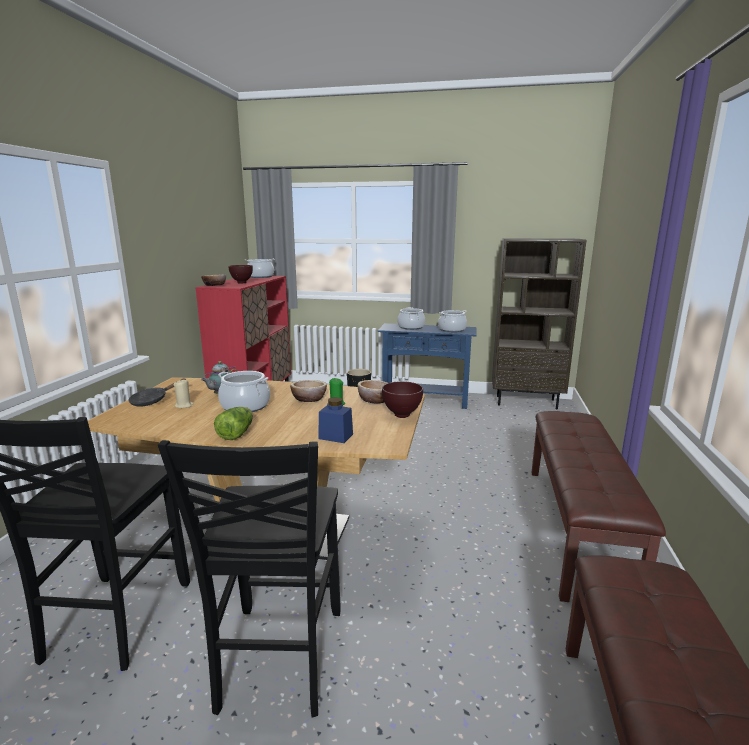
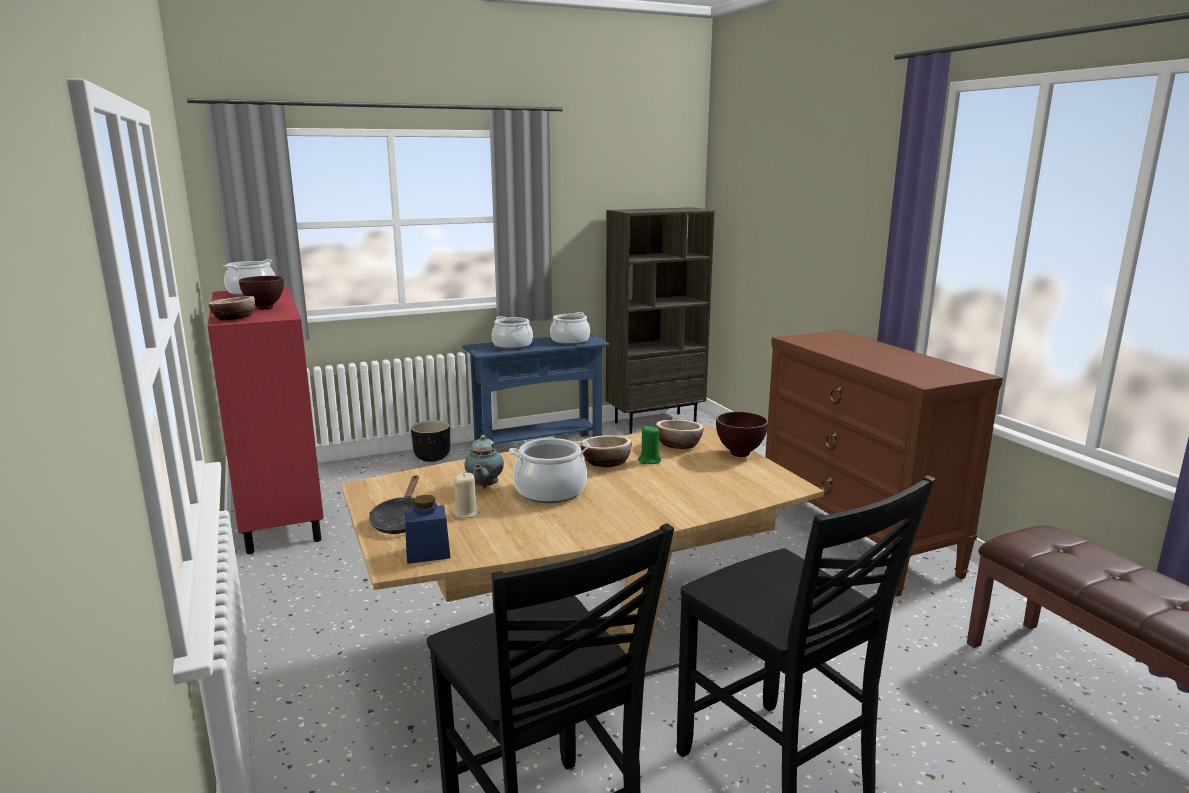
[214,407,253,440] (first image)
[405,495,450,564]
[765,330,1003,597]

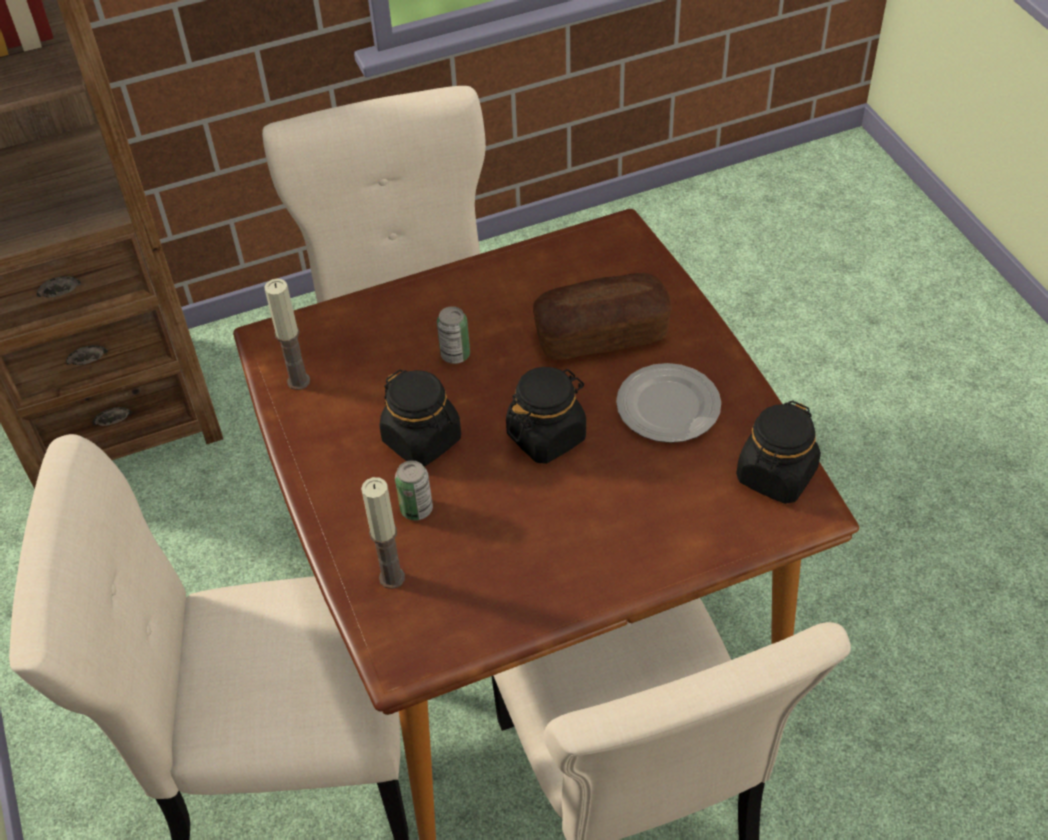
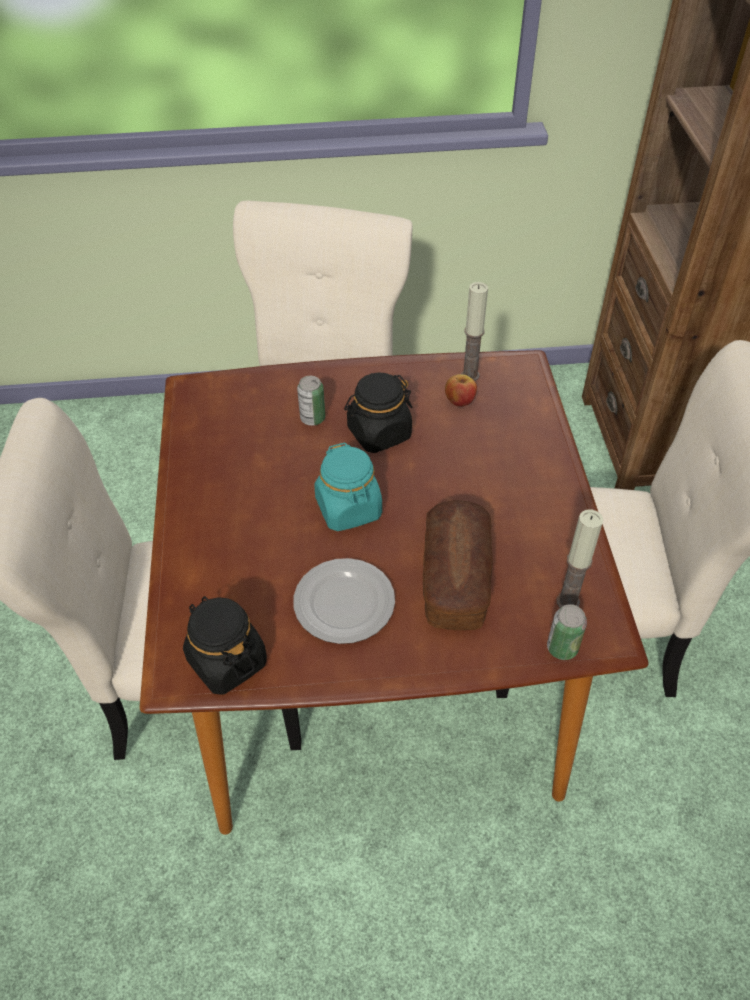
[445,374,477,407]
[557,510,604,608]
[547,604,587,660]
[314,442,382,531]

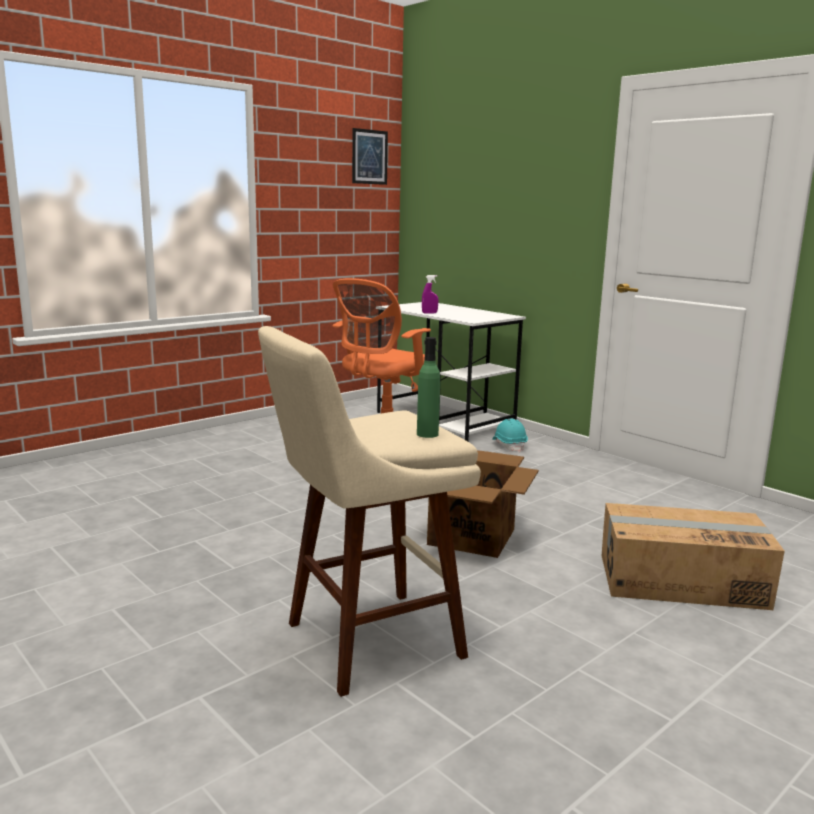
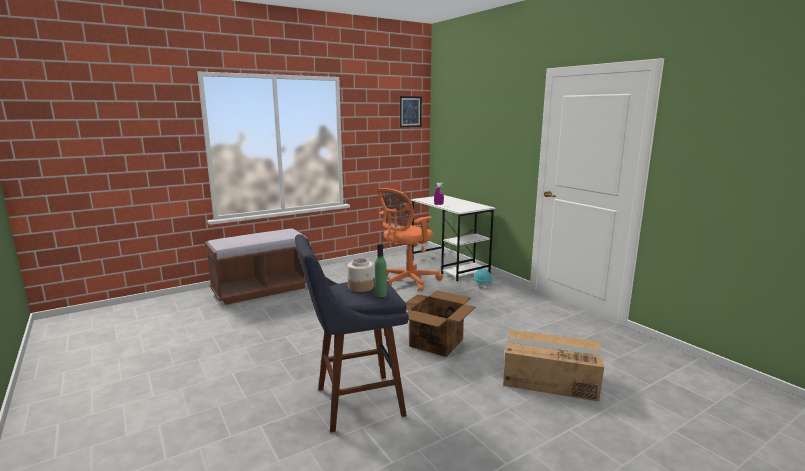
[205,229,309,305]
[347,258,374,292]
[295,234,409,432]

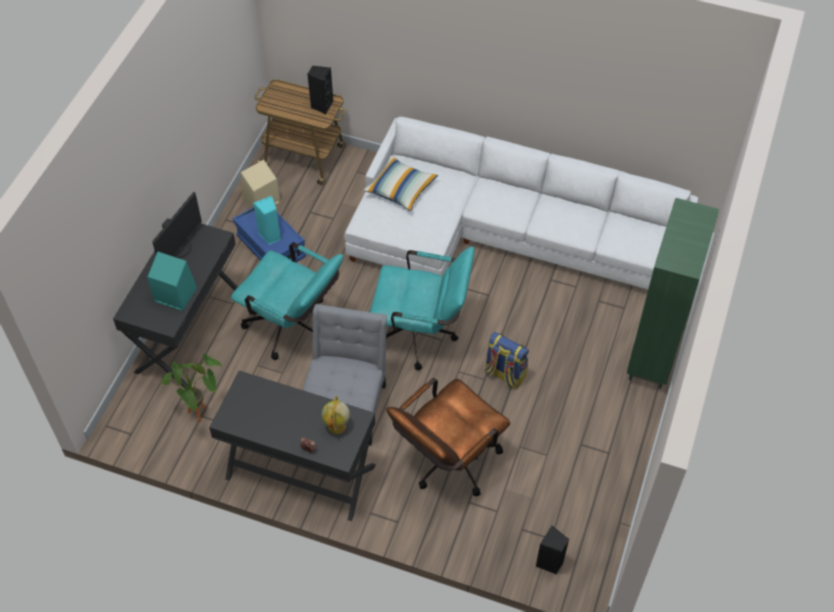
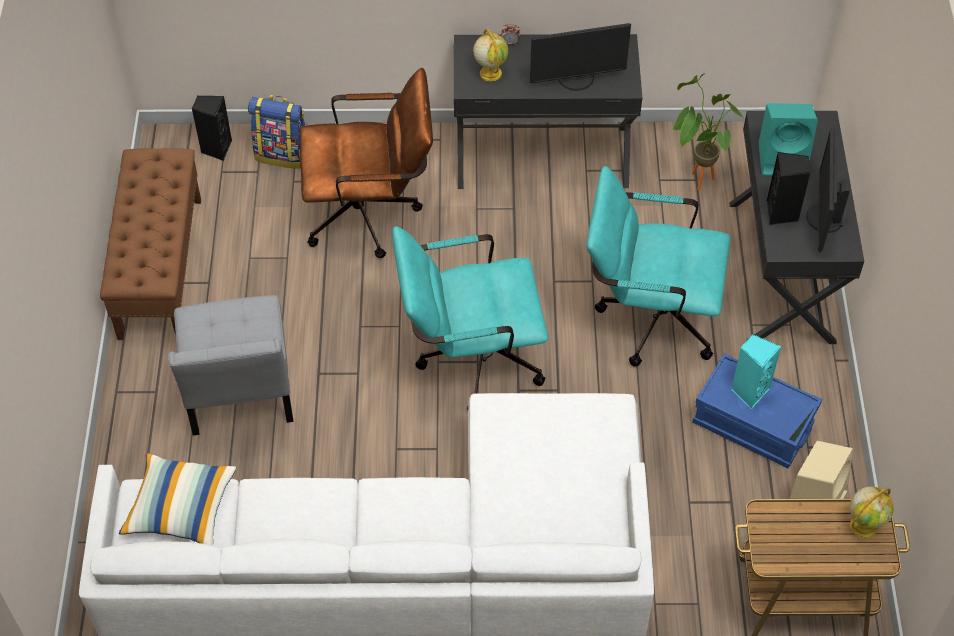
[627,198,719,389] (first image)
[100,148,201,340]
[530,23,631,91]
[850,486,894,538]
[168,295,293,436]
[767,152,811,225]
[119,453,236,545]
[248,95,305,169]
[299,68,433,258]

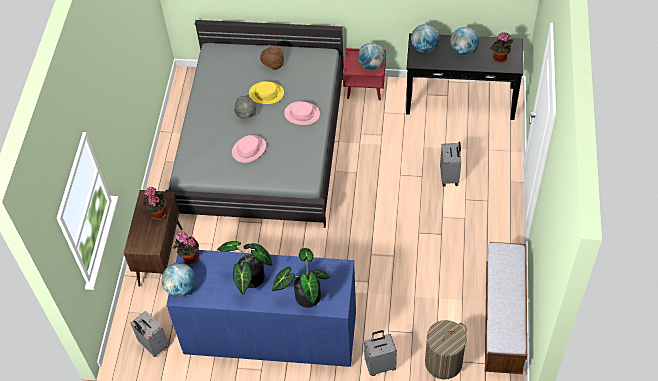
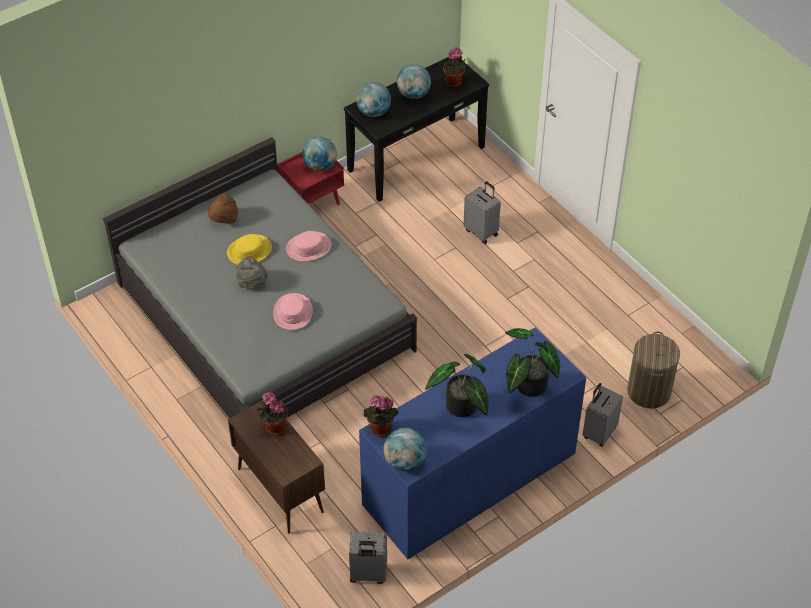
[485,242,528,374] (first image)

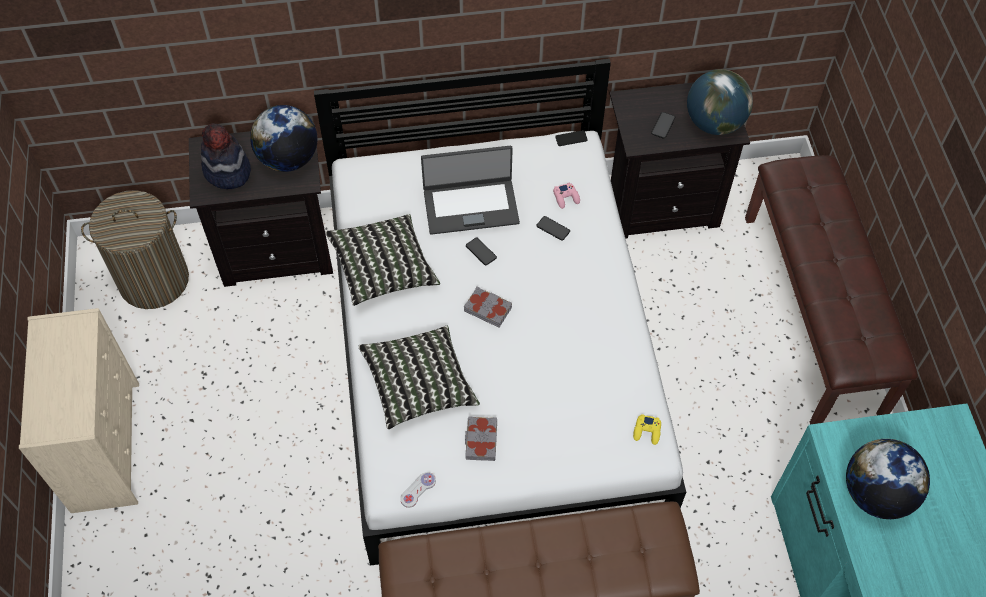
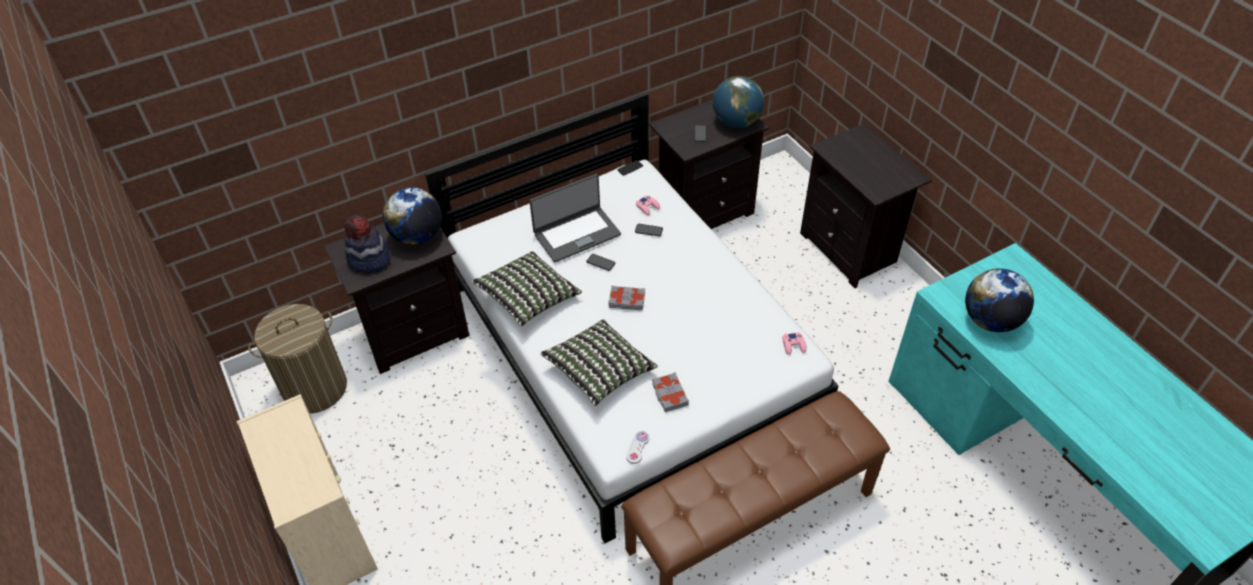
[800,123,932,288]
[782,332,807,355]

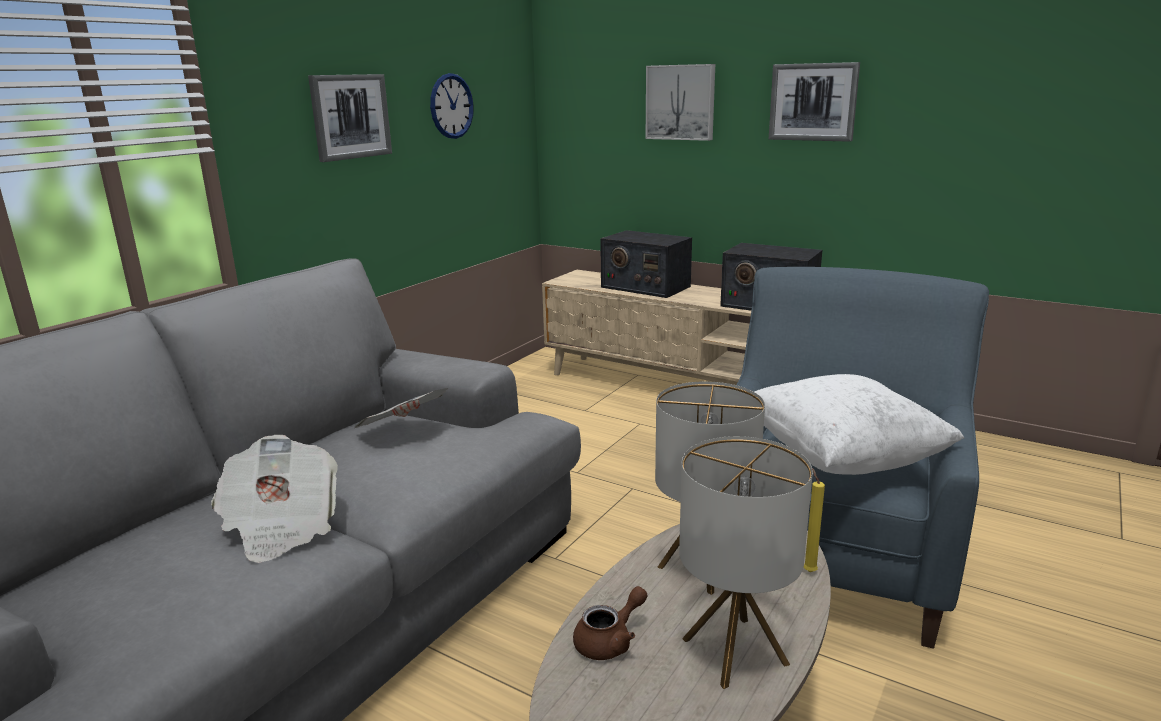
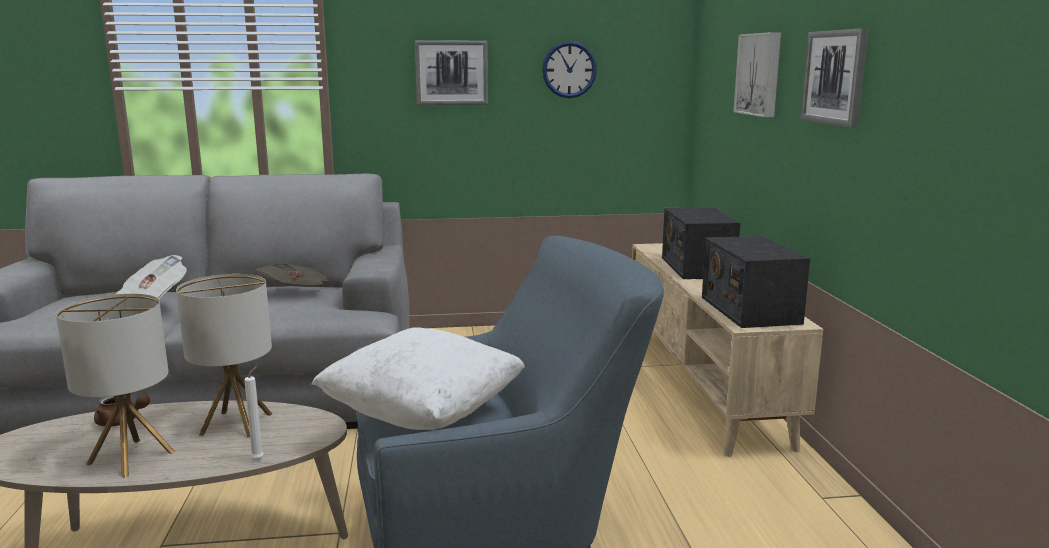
[244,366,264,460]

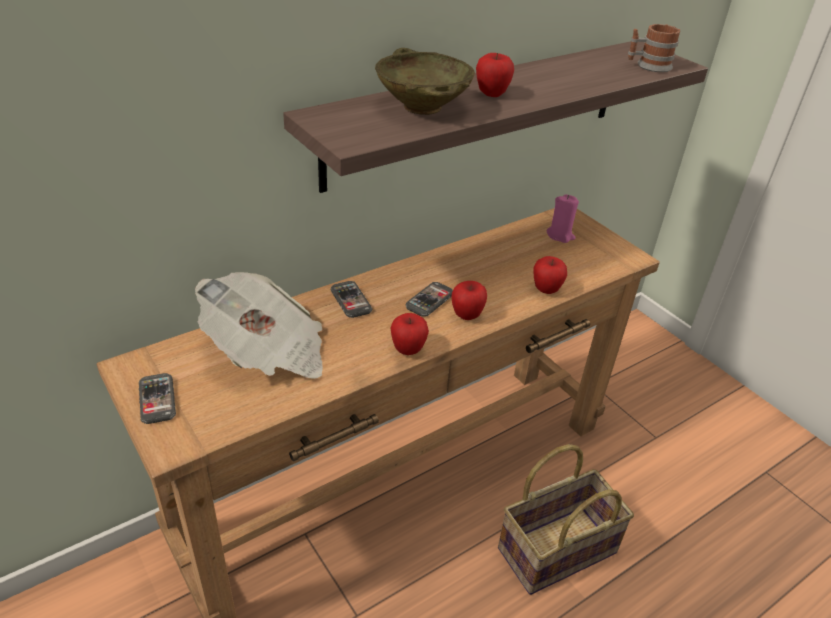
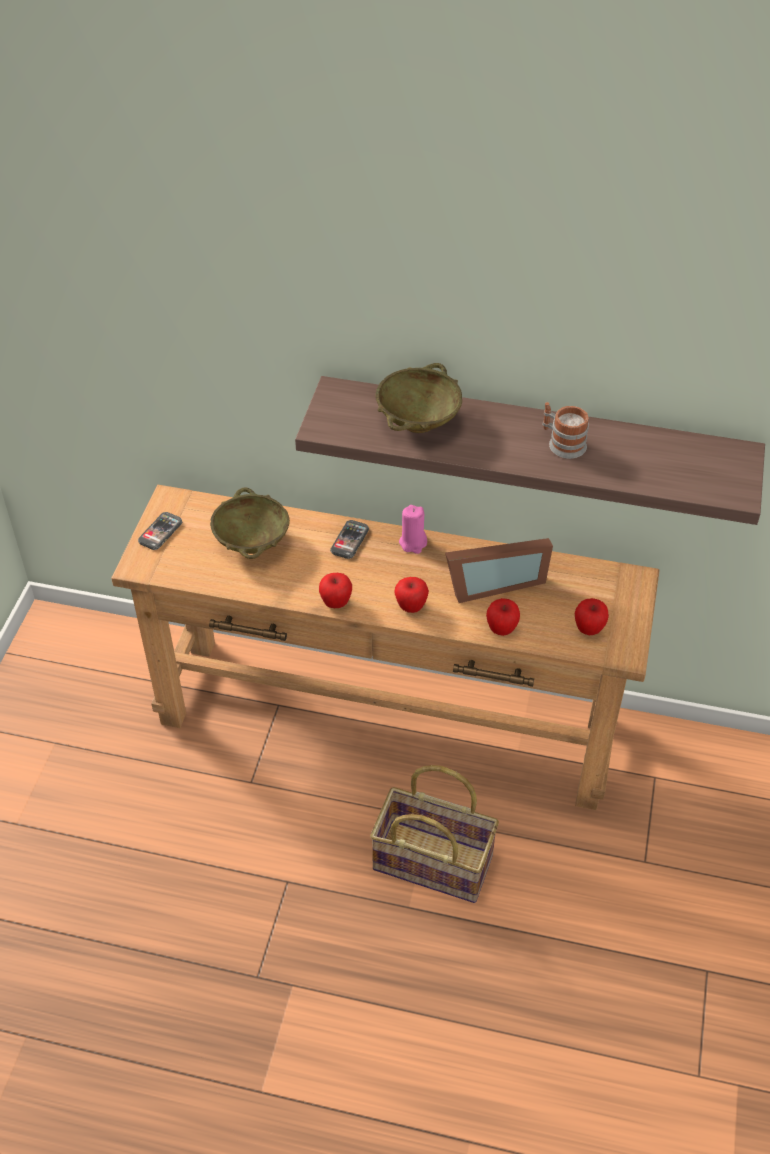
[405,282,453,317] (first image)
[445,538,553,603]
[575,598,609,635]
[399,505,427,554]
[542,402,589,459]
[210,488,290,559]

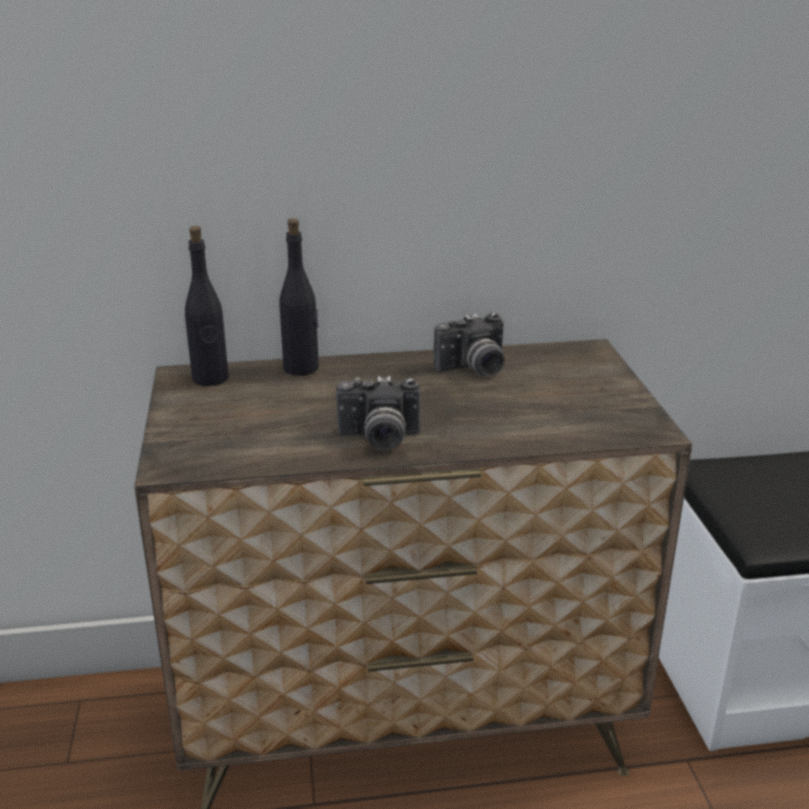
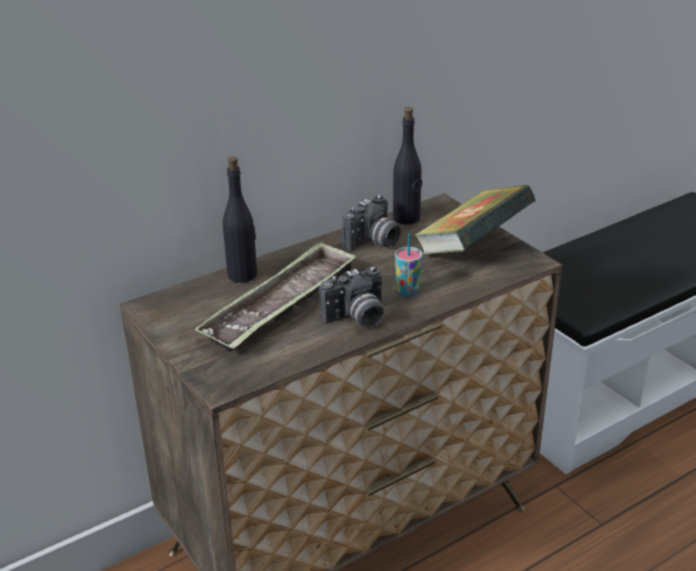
[194,241,356,352]
[395,234,423,297]
[413,185,536,255]
[393,107,422,225]

